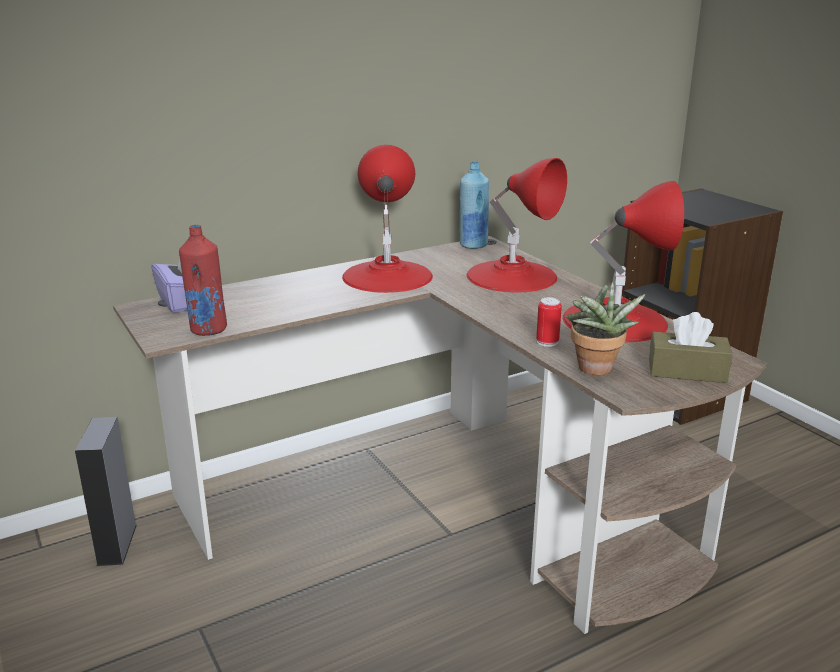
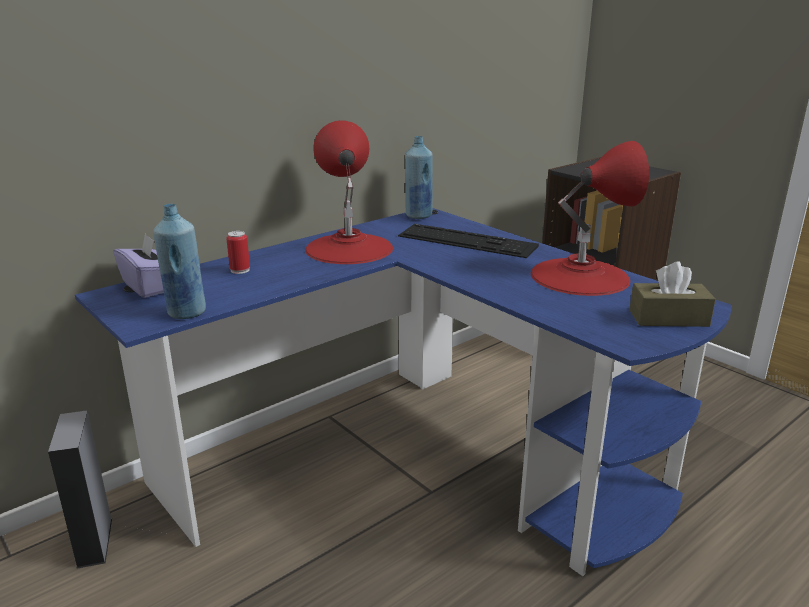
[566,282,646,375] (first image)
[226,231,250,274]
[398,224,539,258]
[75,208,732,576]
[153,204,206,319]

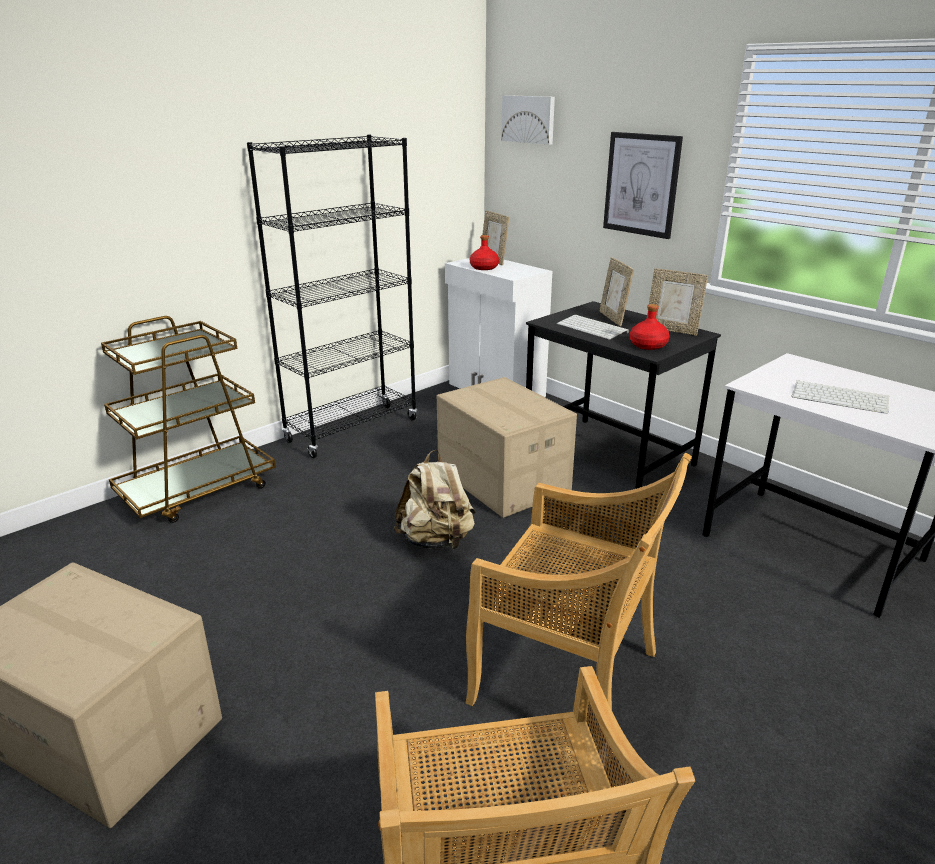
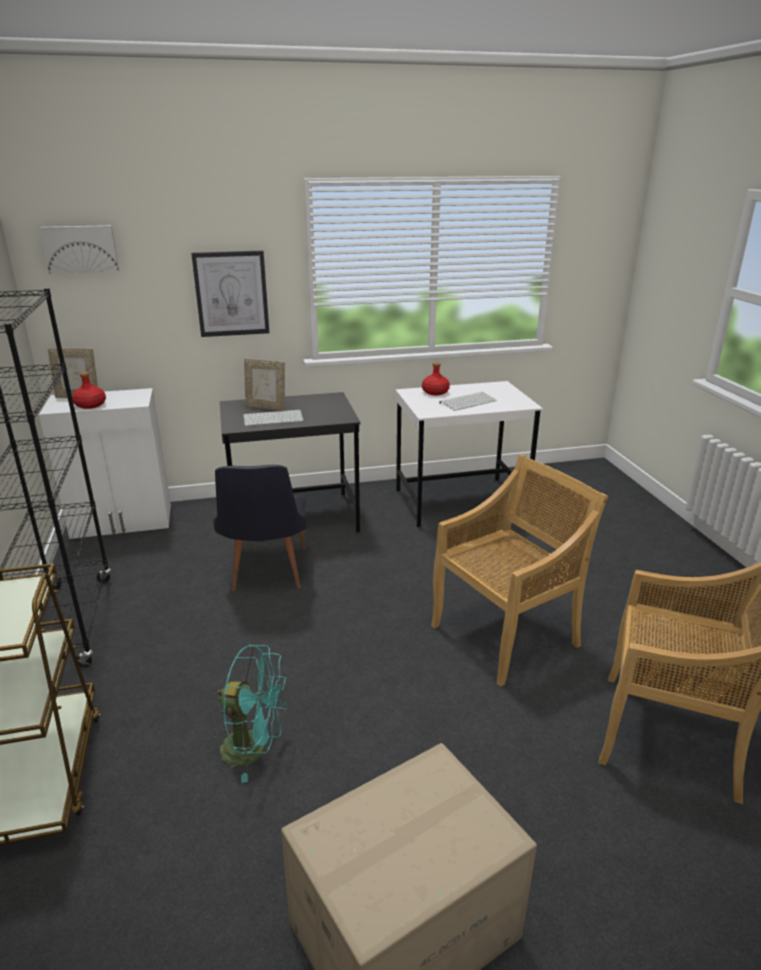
[394,450,476,550] (first image)
[647,268,708,335] (first image)
[213,644,287,783]
[422,362,450,395]
[213,465,307,591]

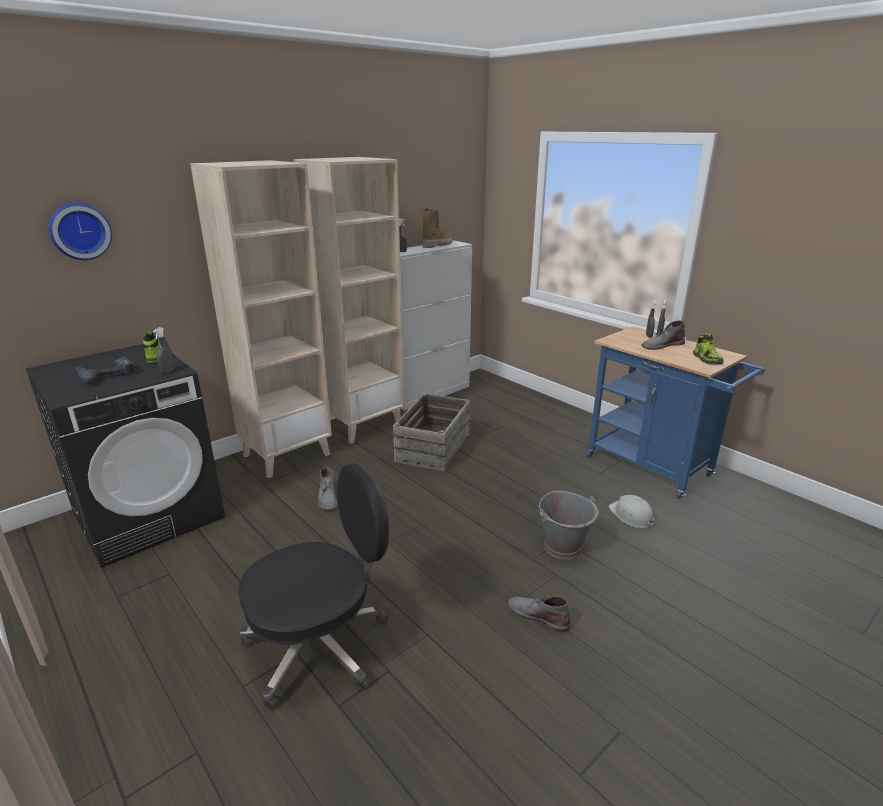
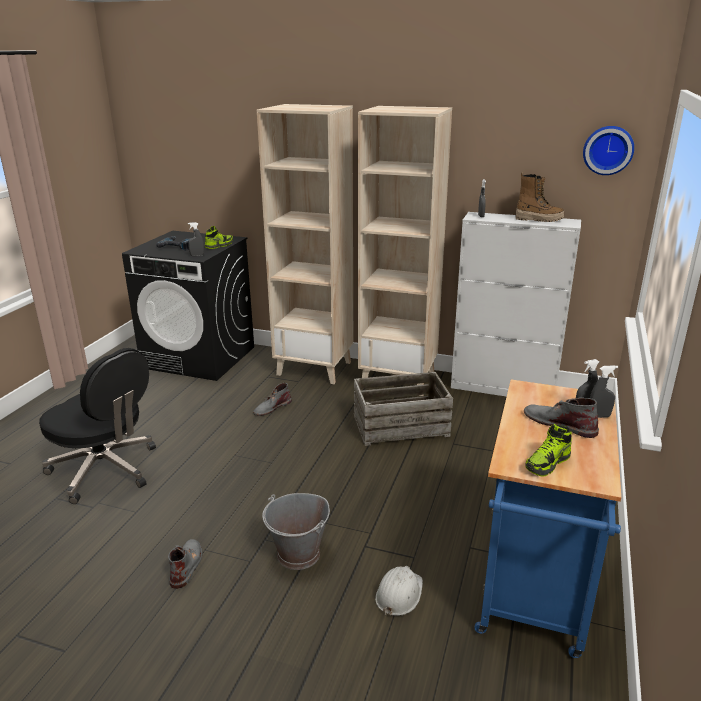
[583,126,634,175]

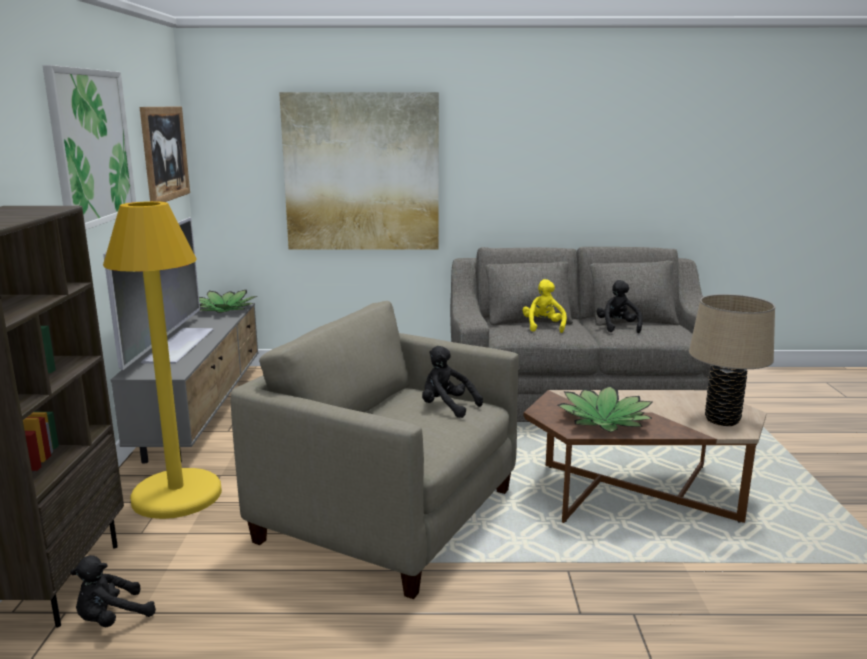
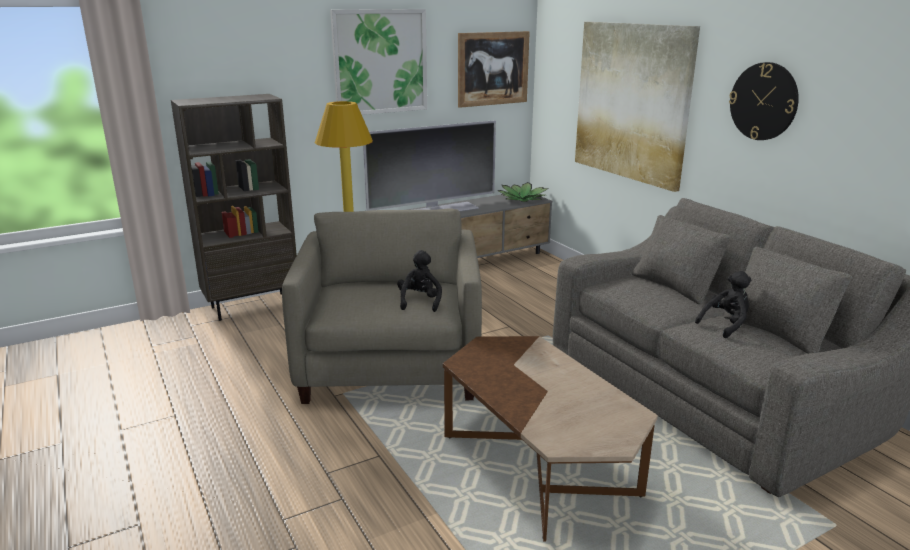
[70,555,156,627] (first image)
[523,279,567,333] (first image)
[557,385,653,432] (first image)
[689,294,775,426] (first image)
[729,62,799,140]

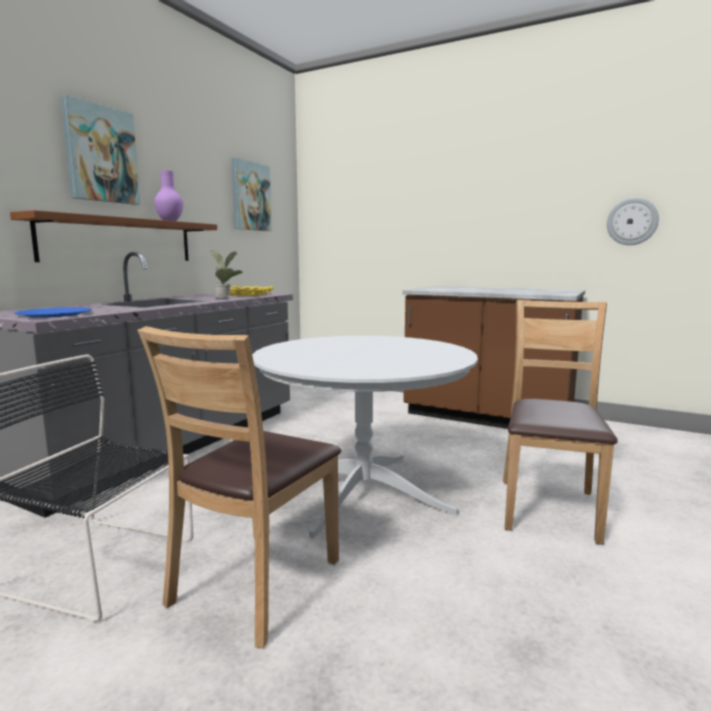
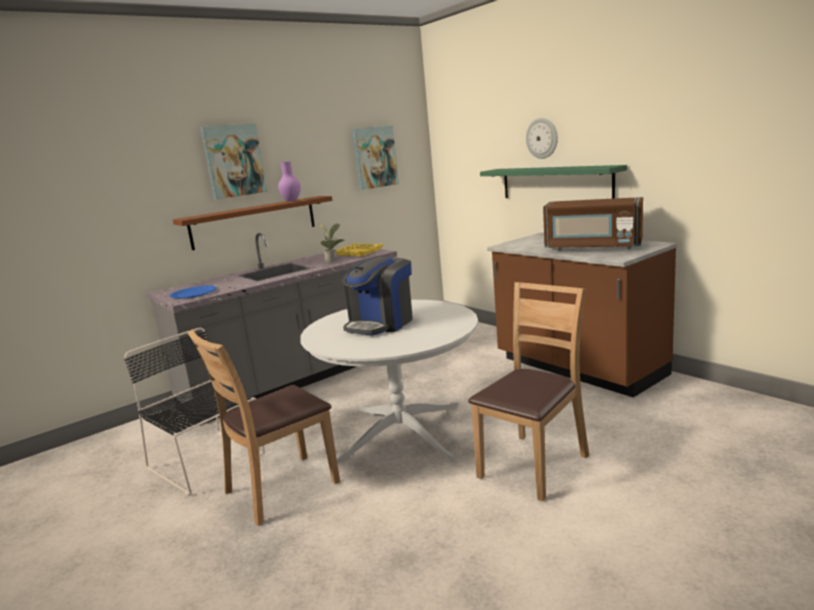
[341,257,413,336]
[480,165,627,199]
[543,197,643,250]
[526,118,558,159]

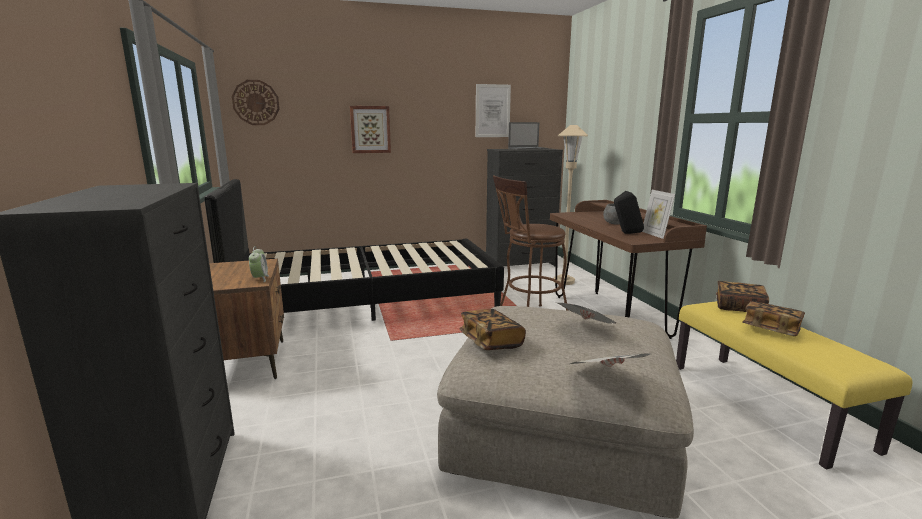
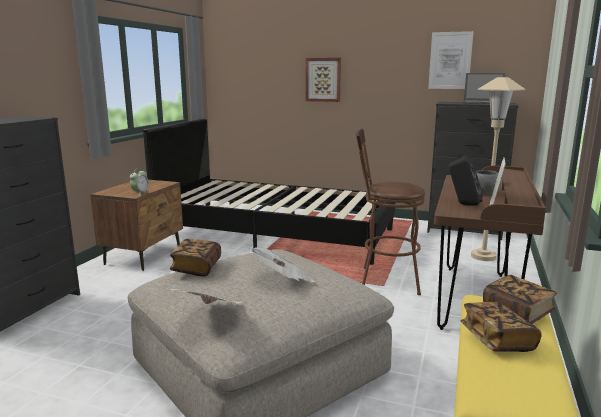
[232,80,280,125] (first image)

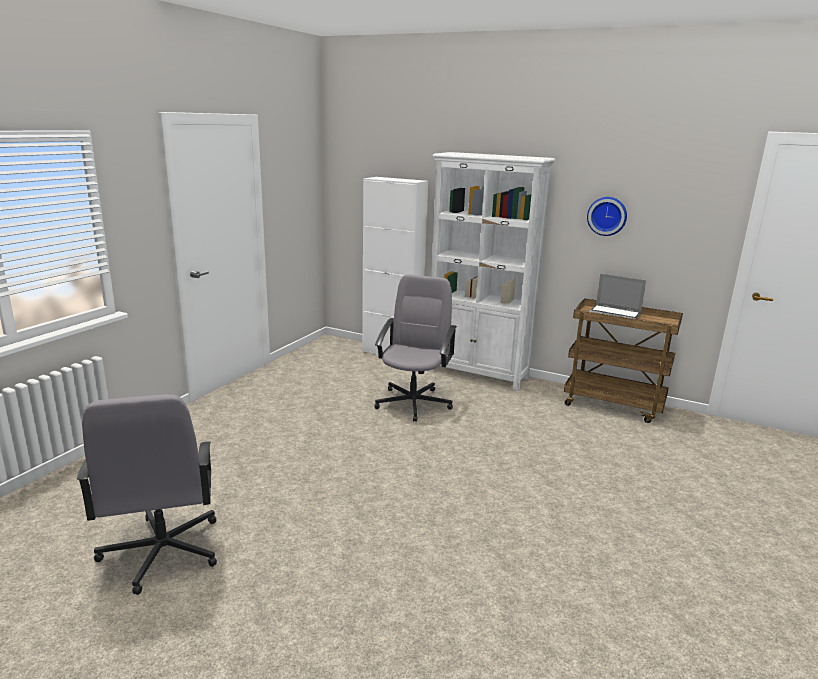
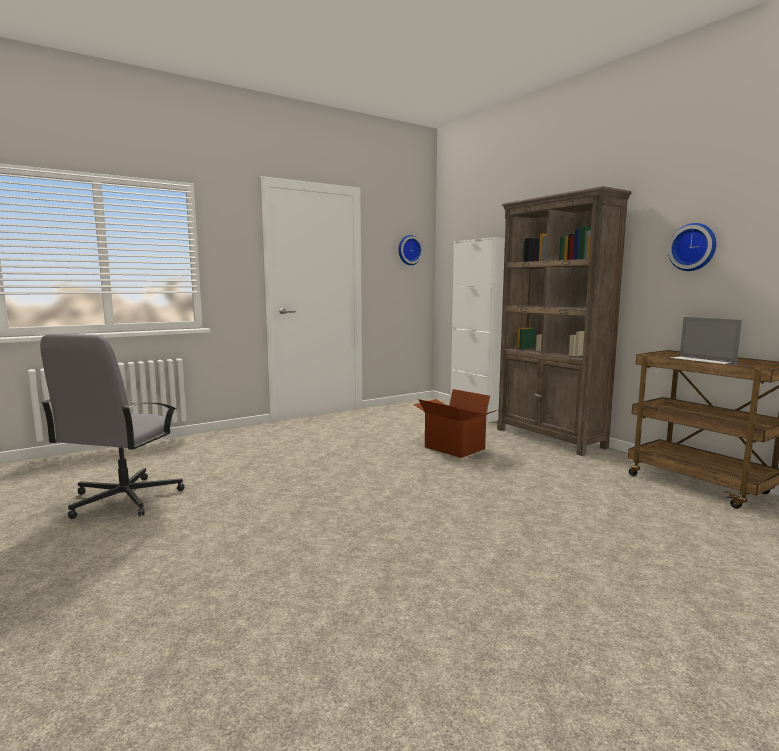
[398,235,423,265]
[414,389,500,458]
[497,186,632,456]

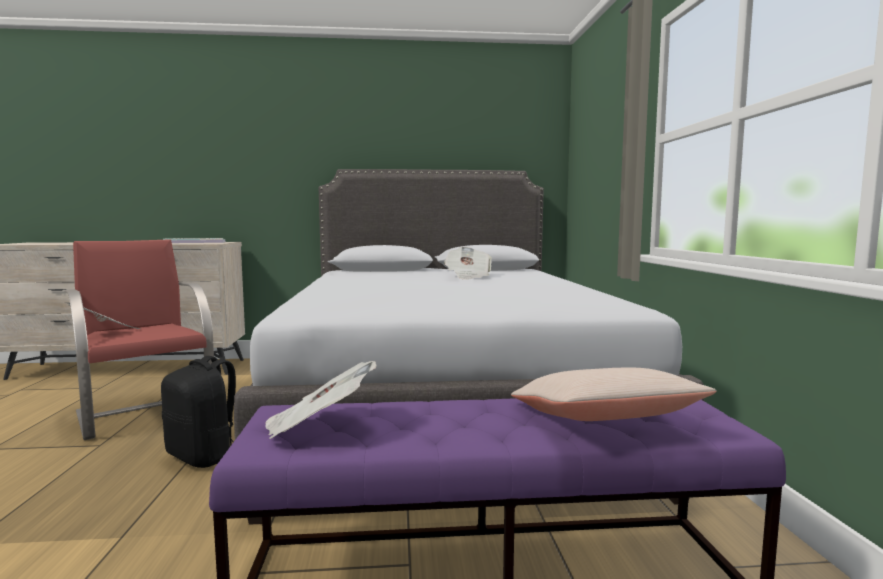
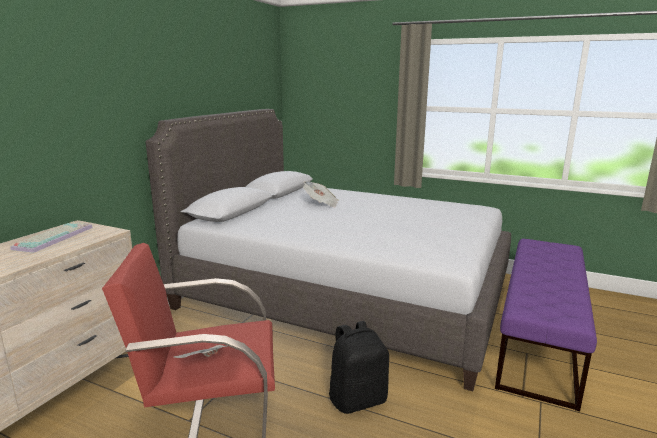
[265,361,377,439] (first image)
[511,368,717,421] (first image)

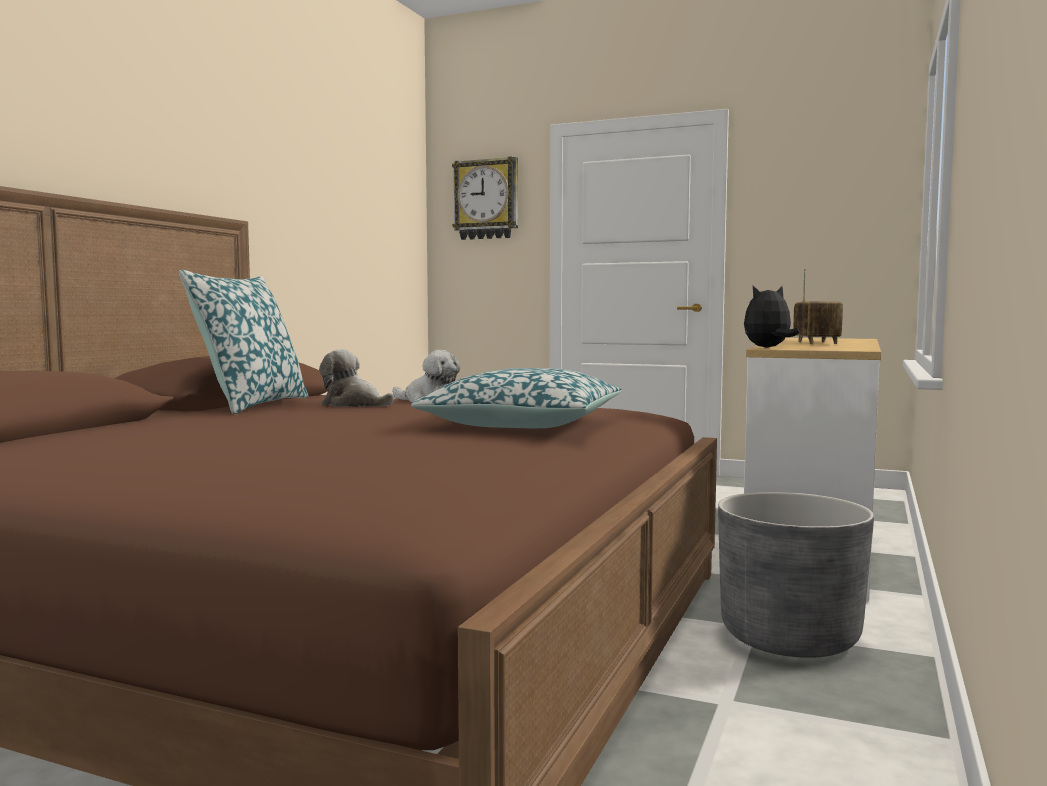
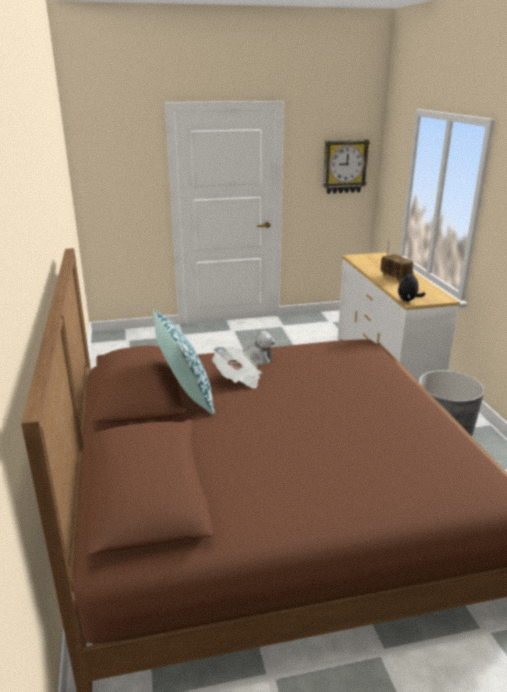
[411,368,621,428] (first image)
[323,139,370,194]
[212,346,262,388]

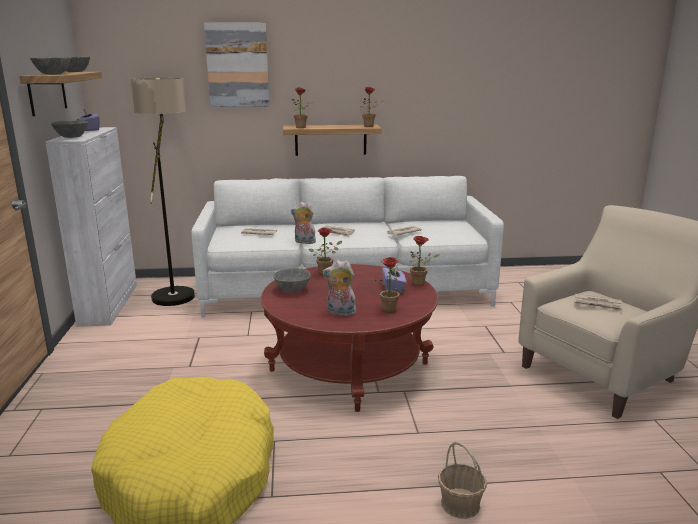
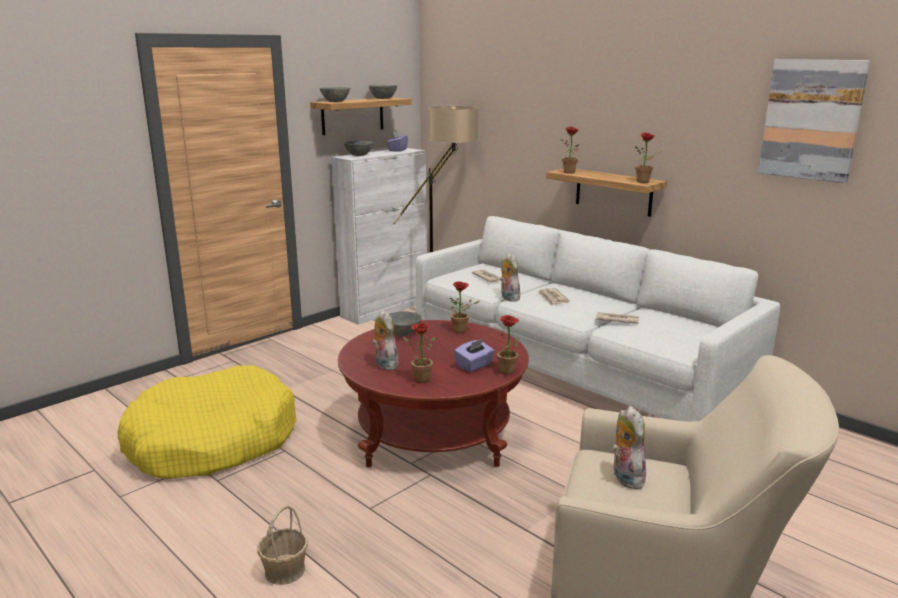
[758,59,870,183]
[612,406,647,489]

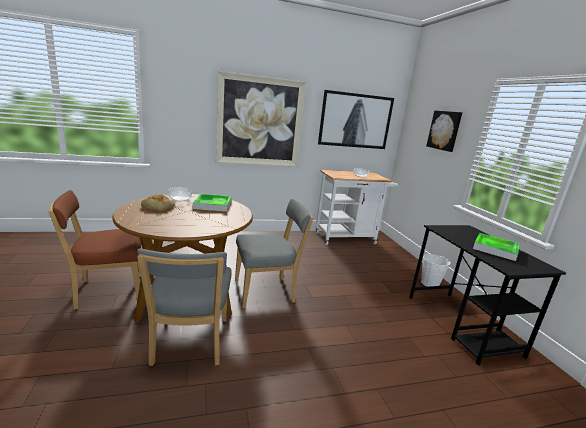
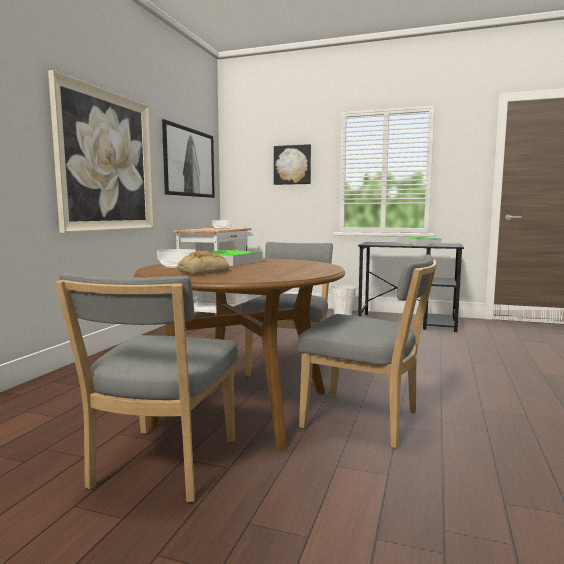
[56,272,238,502]

